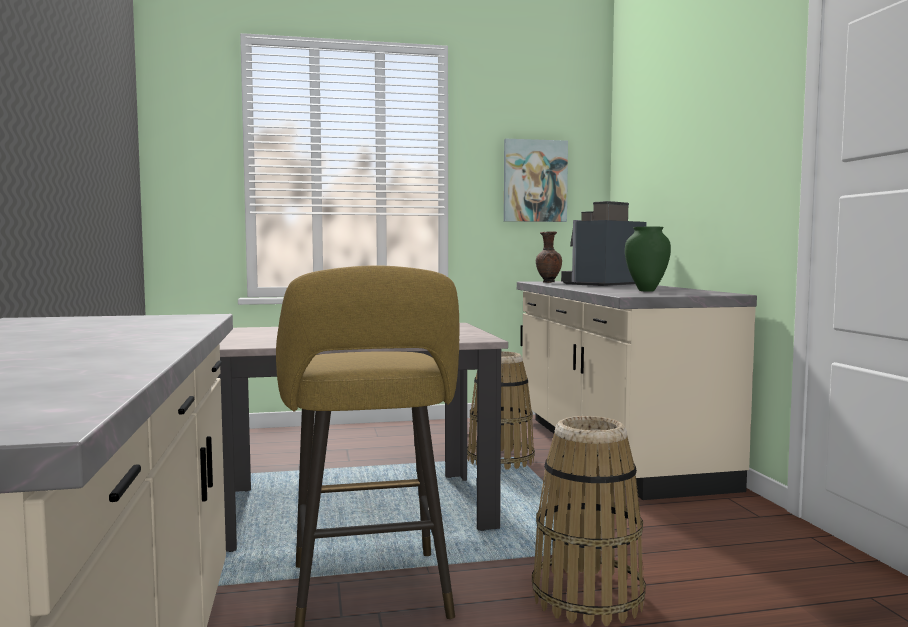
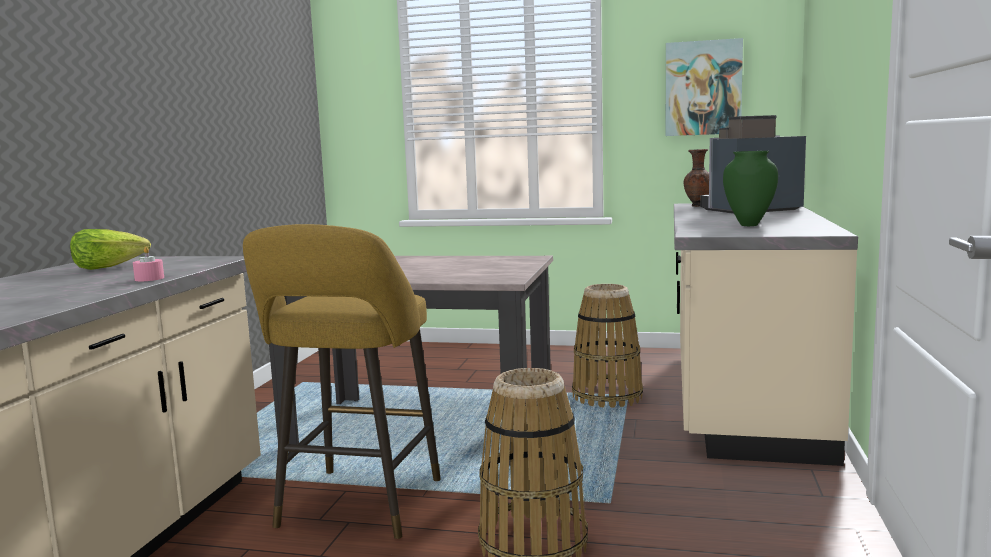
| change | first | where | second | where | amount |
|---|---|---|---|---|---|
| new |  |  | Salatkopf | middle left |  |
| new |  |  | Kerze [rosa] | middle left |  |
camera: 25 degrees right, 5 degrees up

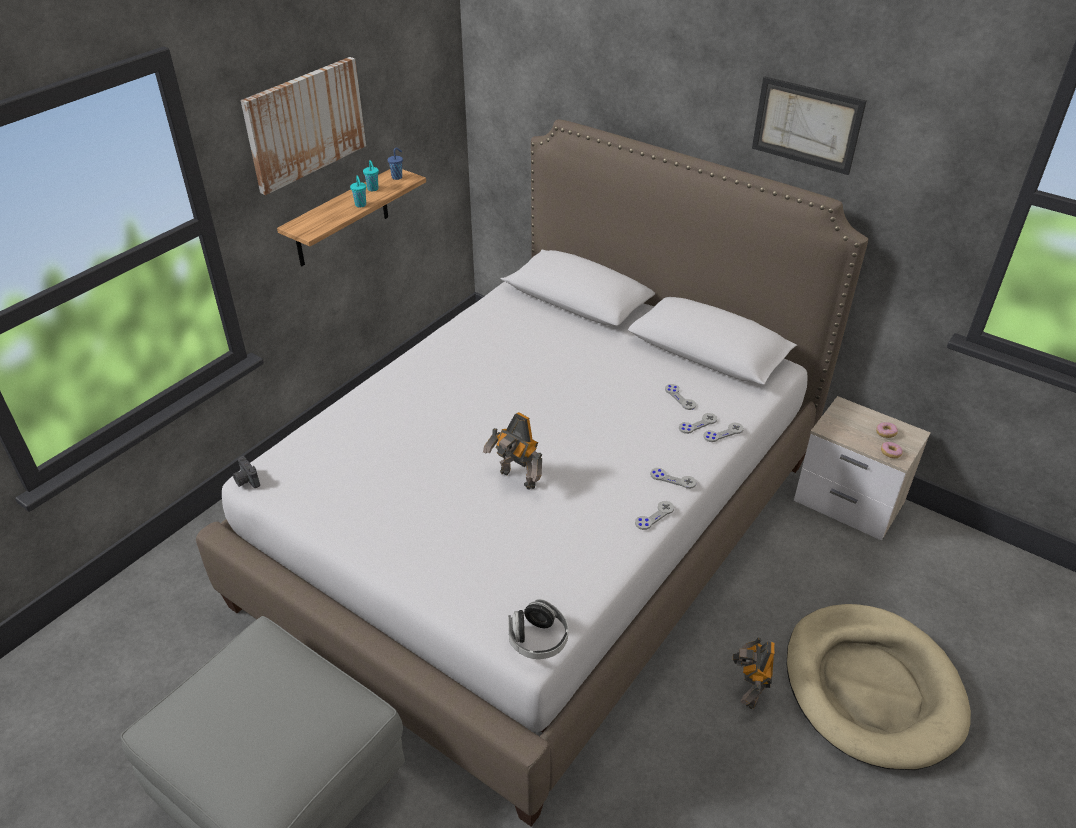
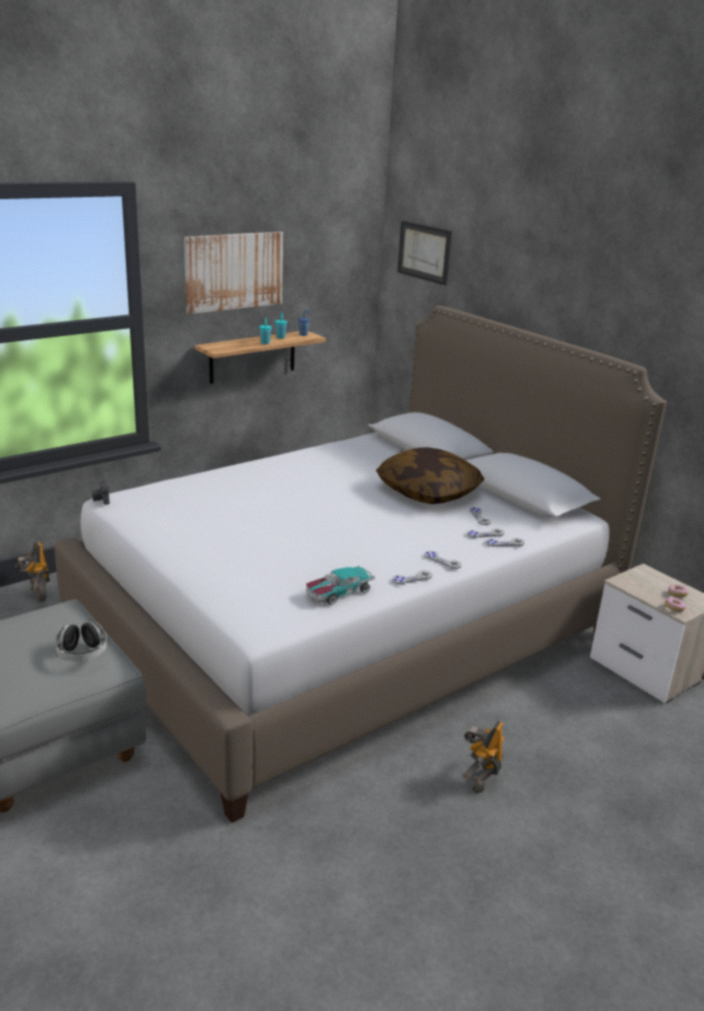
| change | first | where | second | where | amount |
|---|---|---|---|---|---|
| shifted | Spielzeugroboter (no. 1 from left) | centre |  | middle left |  |
| shifted | Kopfhörer | bottom centre |  | middle left |  |
| shifted | Bild (no. 2 from left) | top right |  | top centre |  |
| gone | Hundebett [beige] | bottom right |  |  |  |
| new |  |  | Spielzeugauto | centre |  |
| new |  |  | Kissen | centre |  |
camera: 15 degrees right, 15 degrees down

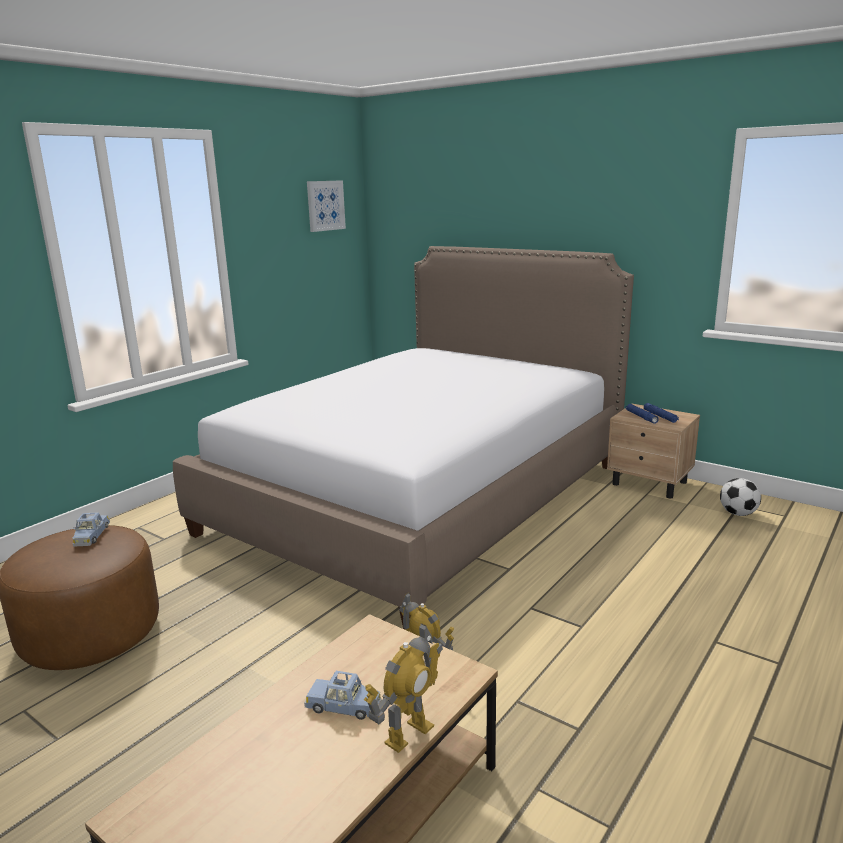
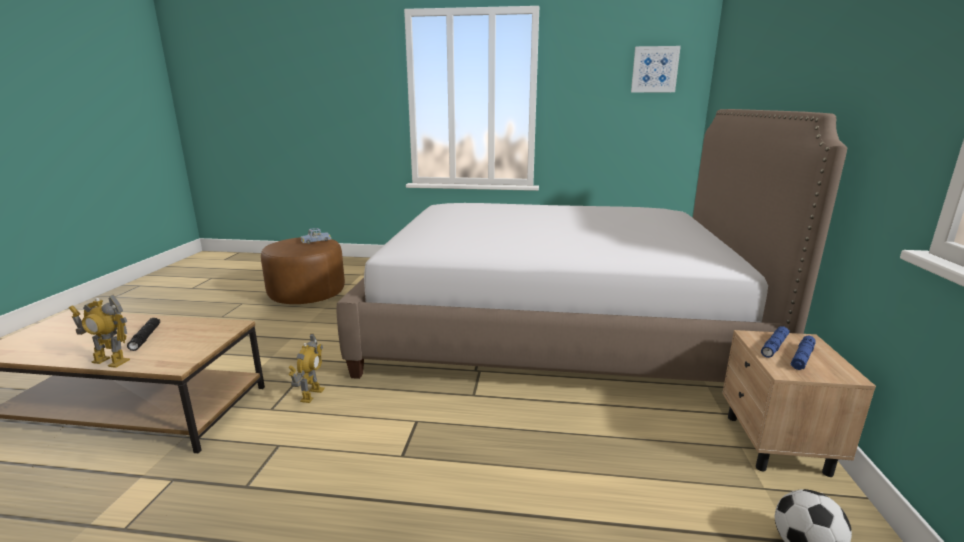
| change | first | where | second | where | amount |
|---|---|---|---|---|---|
| swapped | Spielzeugauto [blau] (no. 2 from left) | bottom centre | Taschenlampe [schwarz] | middle left |  |
camera: 60 degrees right, 0 degrees up

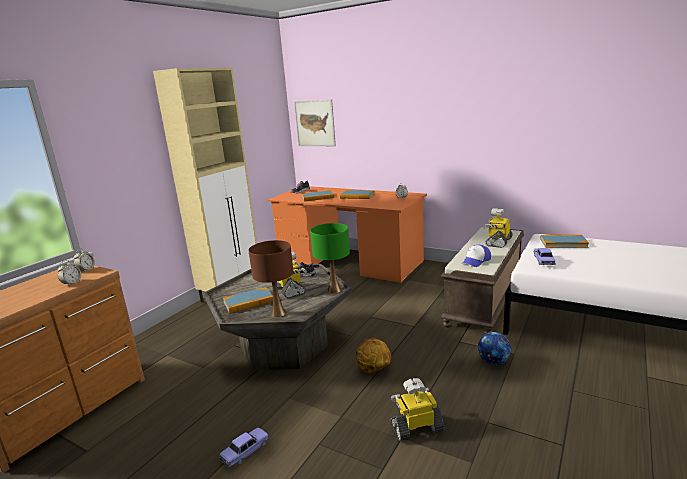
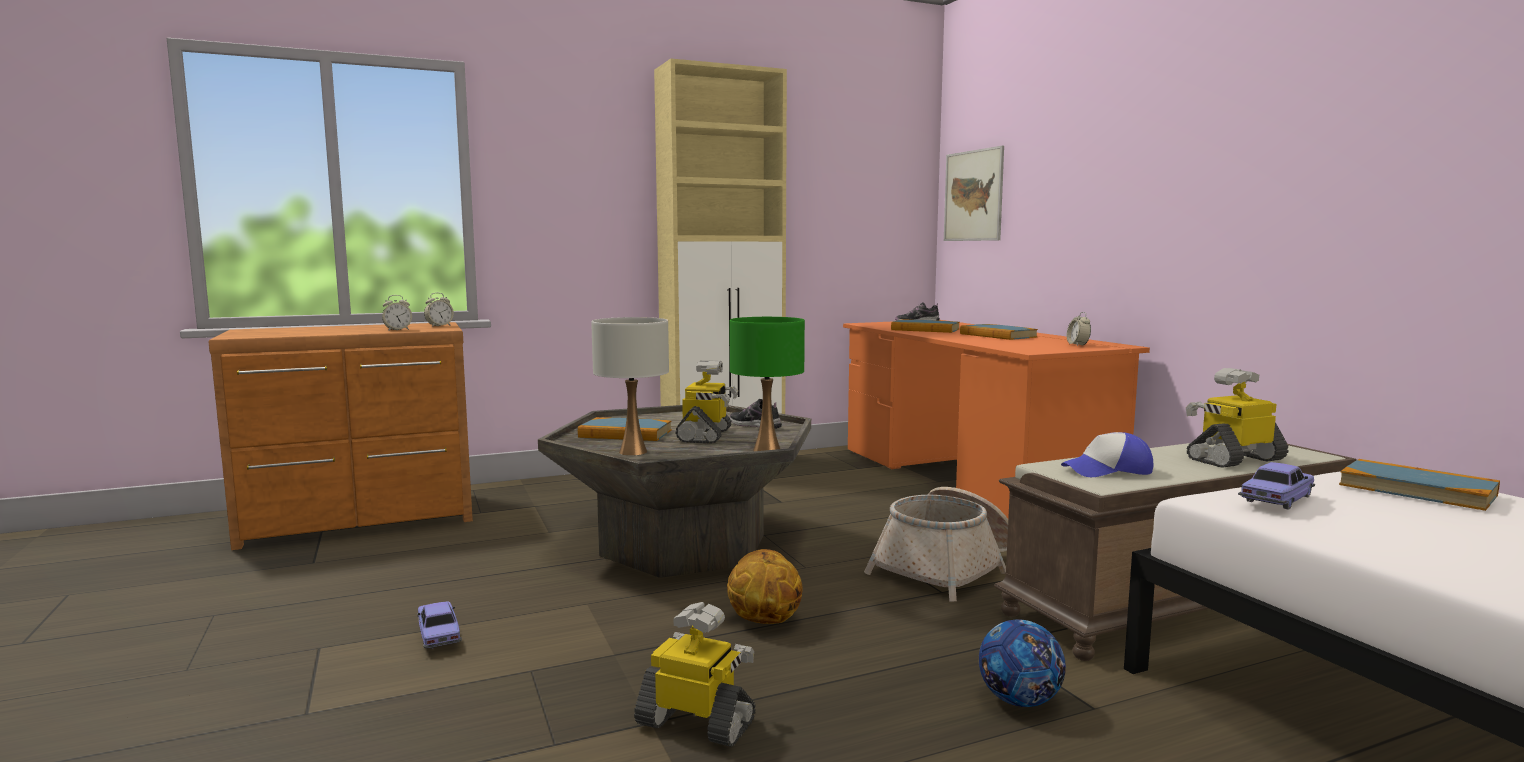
| change | first | where | second | where | amount |
|---|---|---|---|---|---|
| rotated | Spielzeugauto (no. 1 from left) | bottom centre |  | bottom left | 105 degrees counterclockwise |
| repainted | Tischlampe [braun] | centre | Tischlampe [weiß] | centre |  |
| new |  |  | Korb | bottom centre |  |
camera: 35 degrees right, 10 degrees down

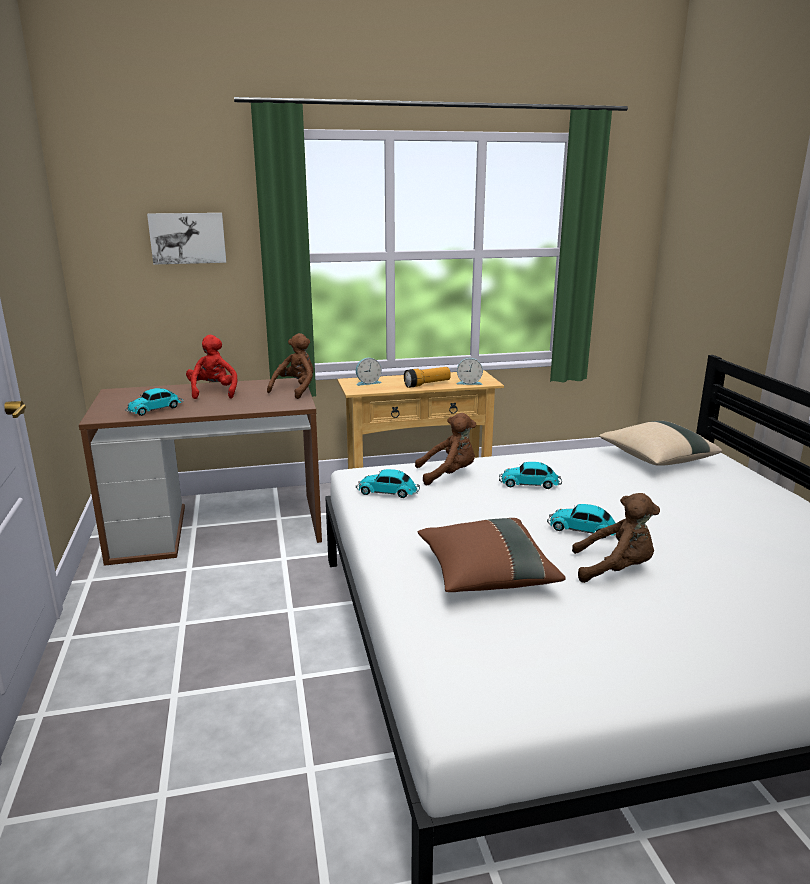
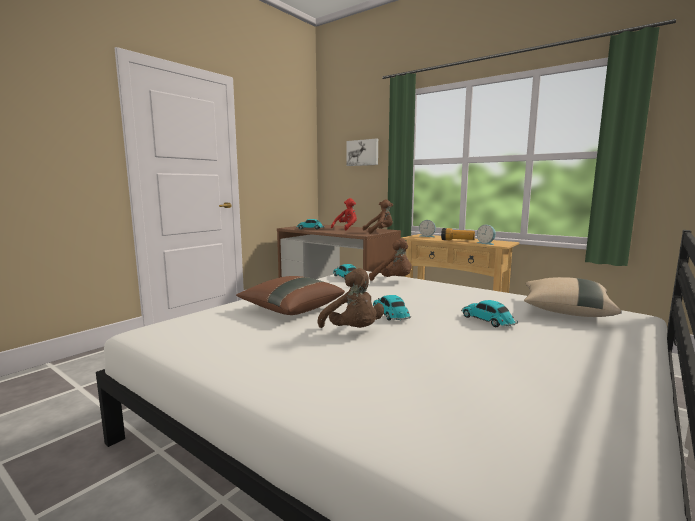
| change | first | where | second | where | amount |
|---|---|---|---|---|---|
| shifted | Spielzeugauto (no. 3 from left in the first image) | centre | Spielzeugauto (no. 4 from left) | middle right |  |
camera: 50 degrees right, 10 degrees down

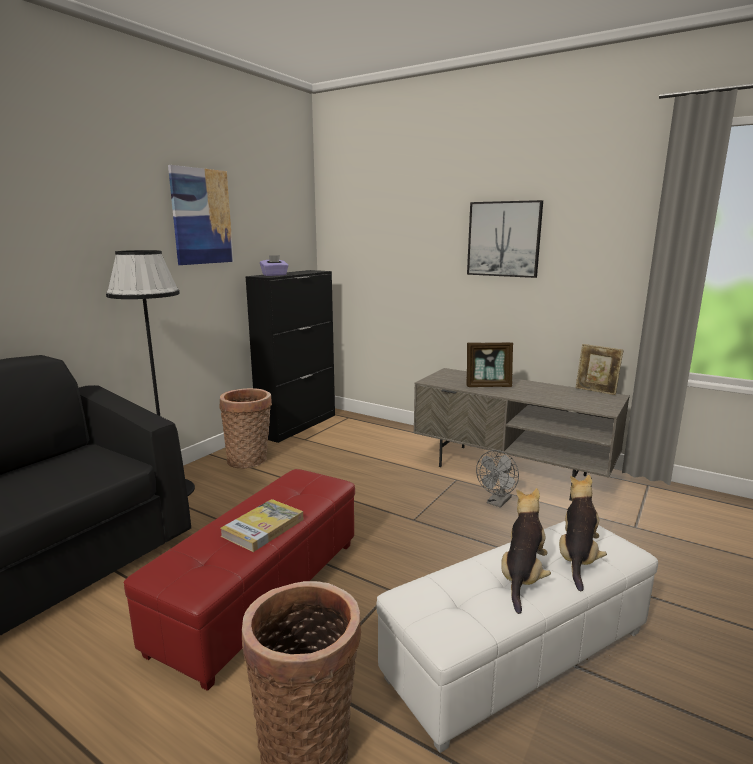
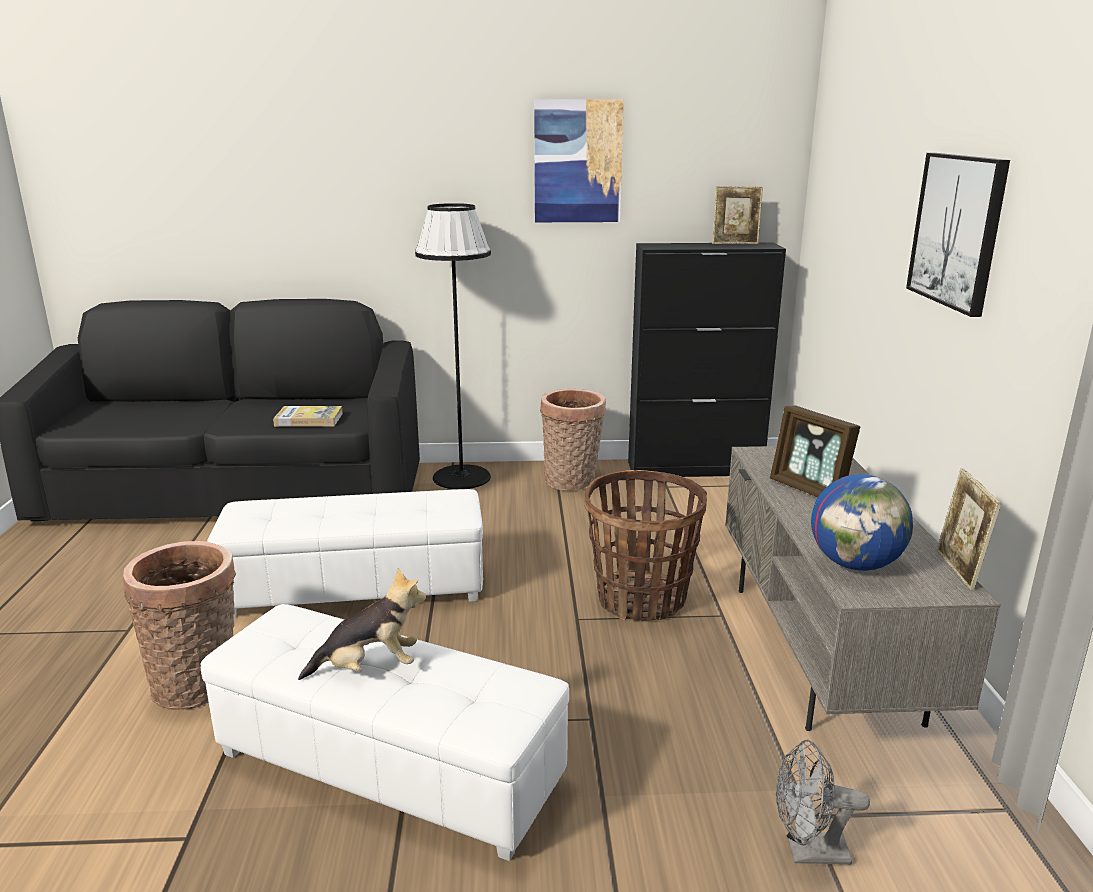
| change | first | where | second | where | amount |
|---|---|---|---|---|---|
| repainted | Polsterhocker [rot] | bottom left | Polsterhocker [weiß] (no. 1 from left) | middle left |  |
| shifted | Buch | bottom centre |  | middle left |  |
| gone | Taschentuchbox [lila] | centre |  |  |  |
| shifted | Ventilator [grau] | centre |  | bottom right |  |
| gone | Plüschtier (no. 2 from left) | bottom right |  |  |  |
| new |  |  | Korb (no. 3 from left) | centre |  |
| new |  |  | Bilderrahmen (no. 1 from left) | top right |  |
| new |  |  | Globus | middle right |  |
camera: 55 degrees right, 5 degrees up

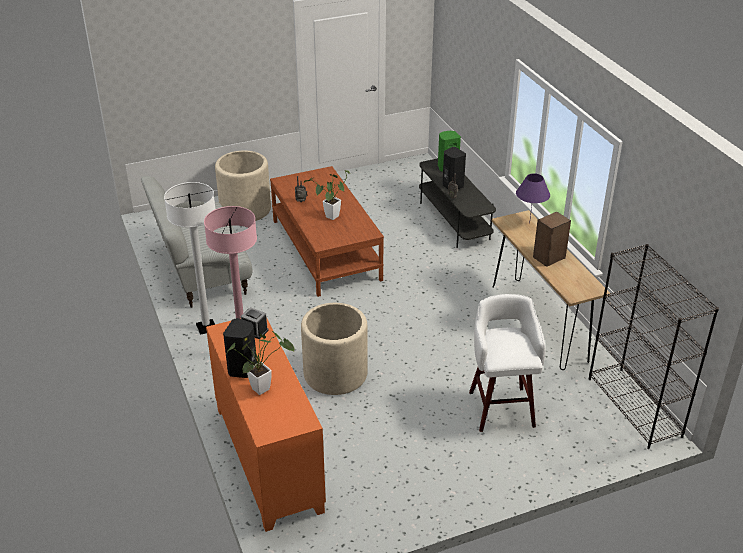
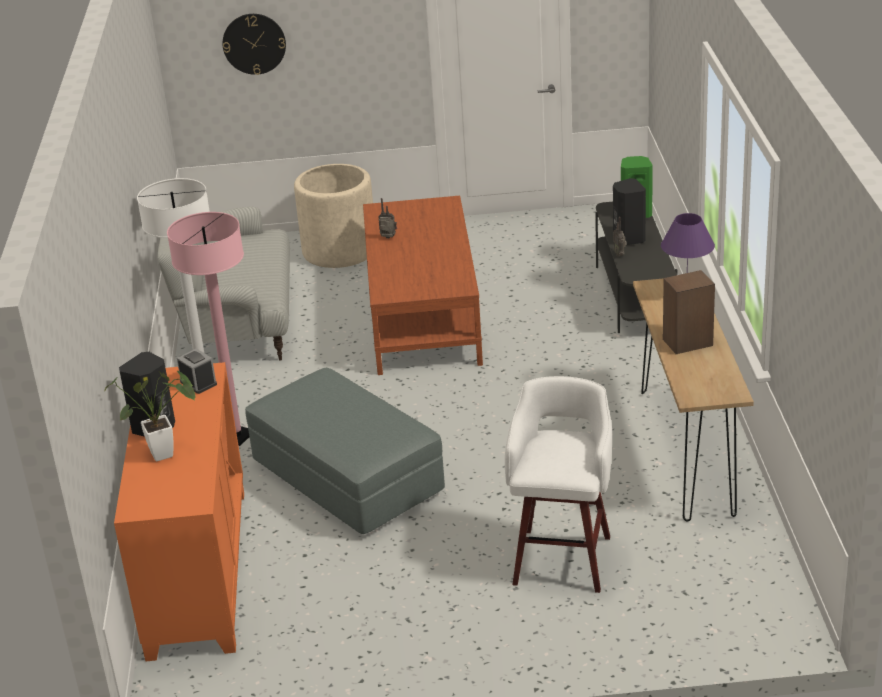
| change | first | where | second | where | amount |
|---|---|---|---|---|---|
| swapped | Pflanzkübel [beige] (no. 2 from left) | centre | Polsterhocker [grau] | centre |  |
| gone | Topfpflanze (no. 2 from left) | centre |  |  |  |
| gone | Bücherregal [schwarz] | middle right |  |  |  |
| new |  |  | Wanduhr | top left |  |
camera: 20 degrees right, 5 degrees down

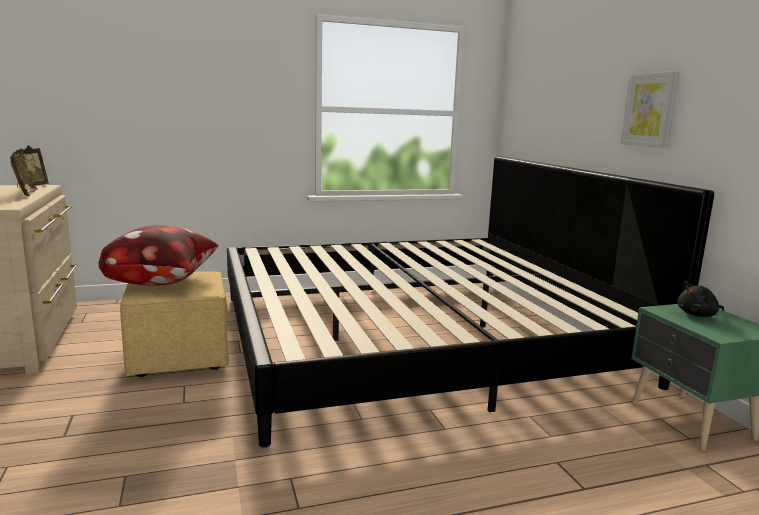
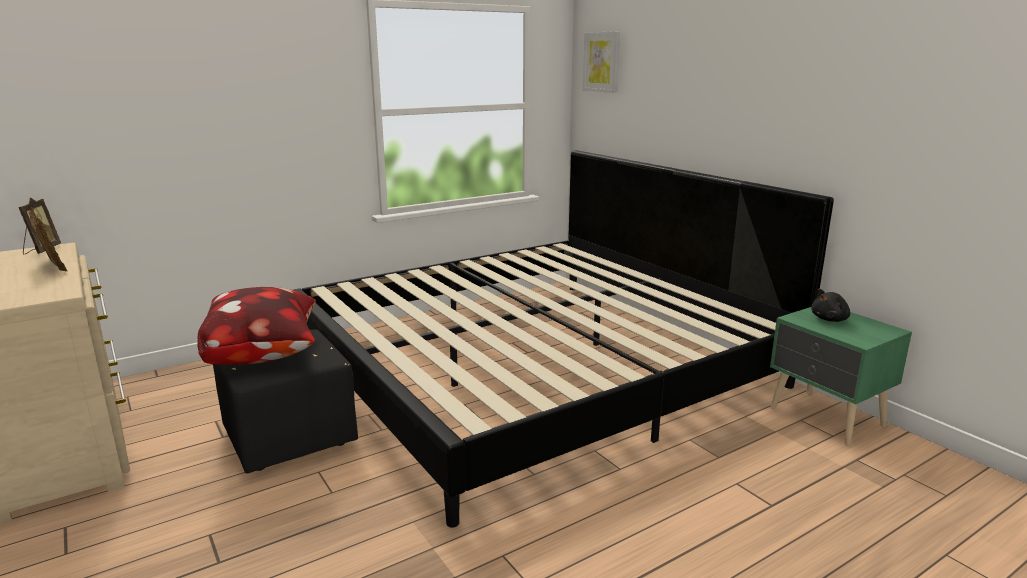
| change | first | where | second | where | amount |
|---|---|---|---|---|---|
| repainted | Polsterhocker [gelb] | middle left | Polsterhocker [schwarz] | bottom left |  |
| shifted | Bild | top right |  | top centre |  |
camera: 15 degrees left, 5 degrees up

